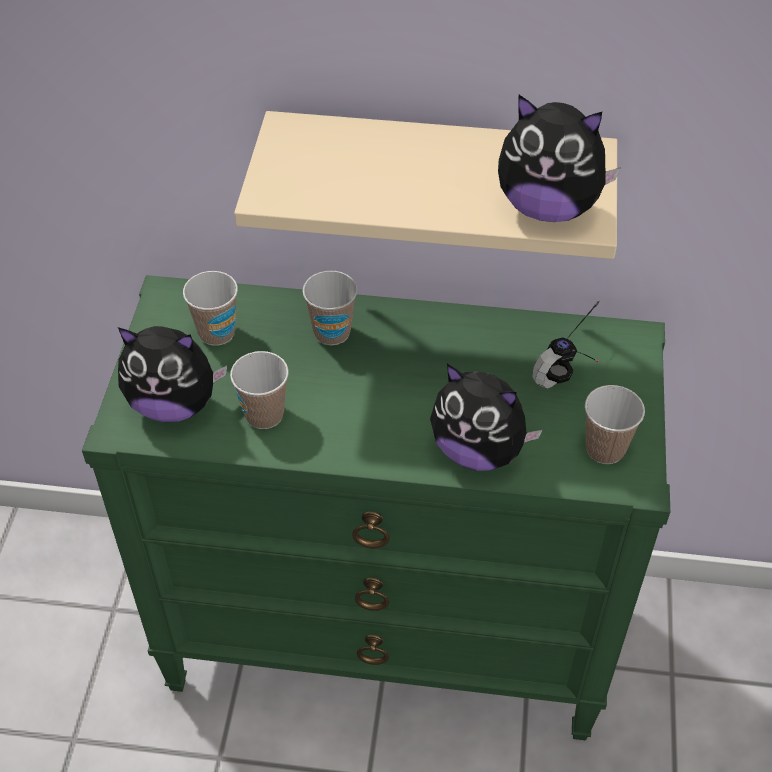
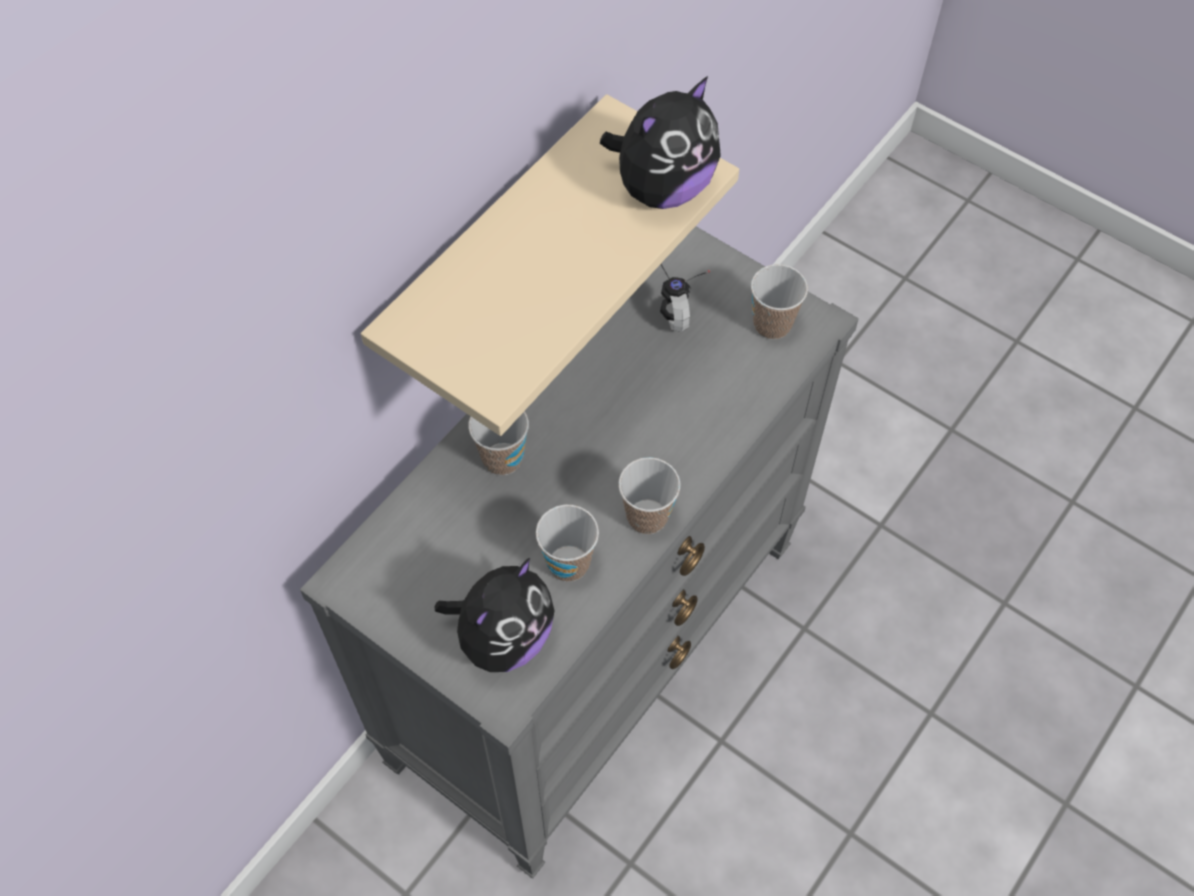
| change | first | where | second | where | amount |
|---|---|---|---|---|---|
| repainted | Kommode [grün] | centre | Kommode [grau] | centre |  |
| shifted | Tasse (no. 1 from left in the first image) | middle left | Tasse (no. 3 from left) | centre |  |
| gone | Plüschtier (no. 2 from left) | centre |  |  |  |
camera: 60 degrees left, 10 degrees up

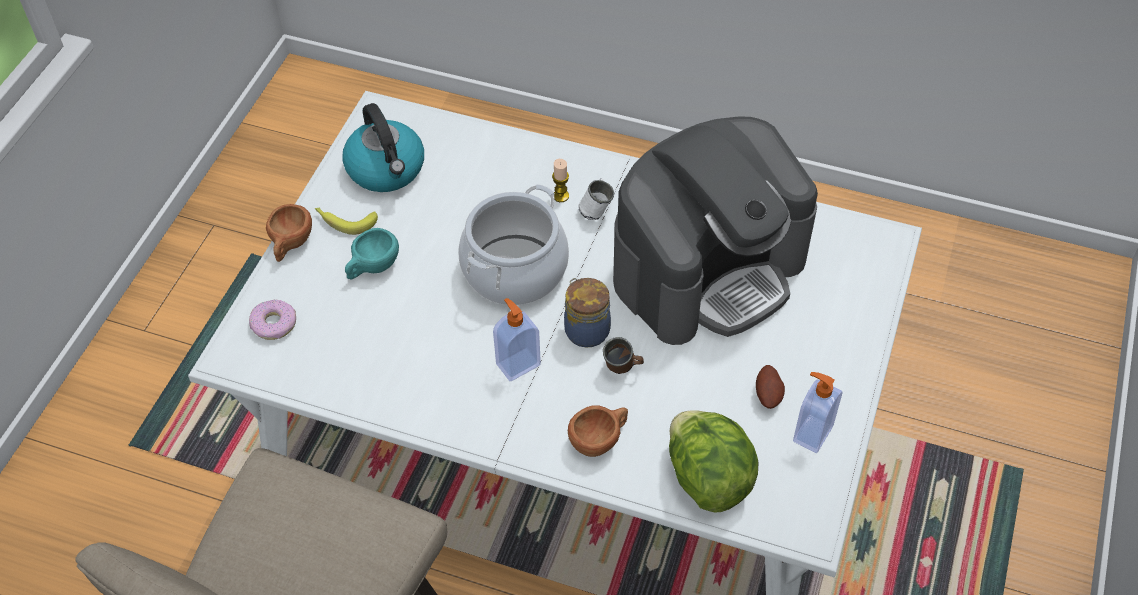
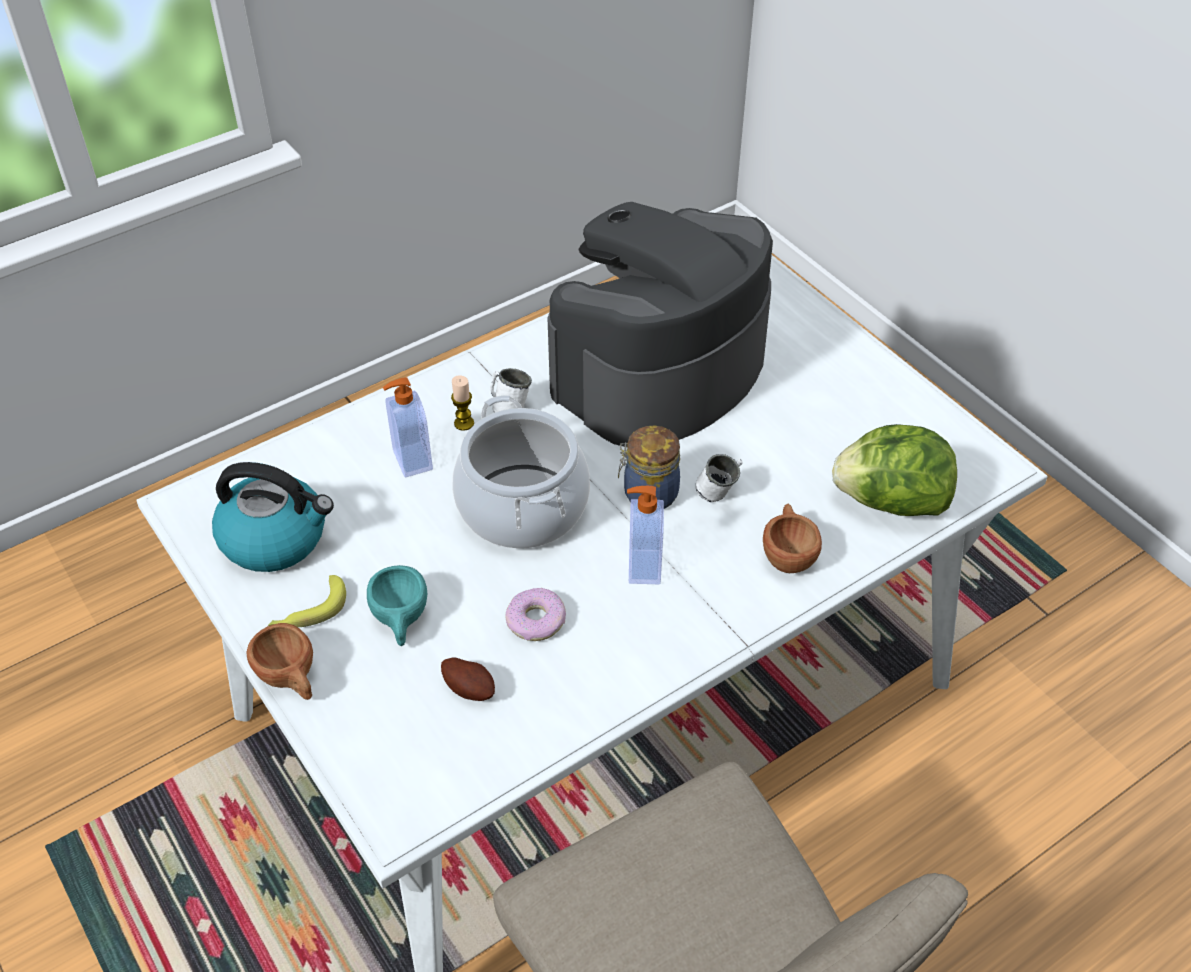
| change | first | where | second | where | amount |
|---|---|---|---|---|---|
| shifted | Donut | middle left |  | centre |  |
| repainted | Henkelbecher [braun] | centre | Henkelbecher [weiß] (no. 2 from left) | centre |  |
| rotated | Kaffeemaschine | centre |  | centre | 135 degrees counterclockwise |
| shifted | Kartoffel | middle right |  | bottom centre |  |
| shifted | Seifenspender (no. 2 from left in the first image) | bottom right | Seifenspender (no. 1 from left) | centre |  |
camera: 55 degrees left, 5 degrees down

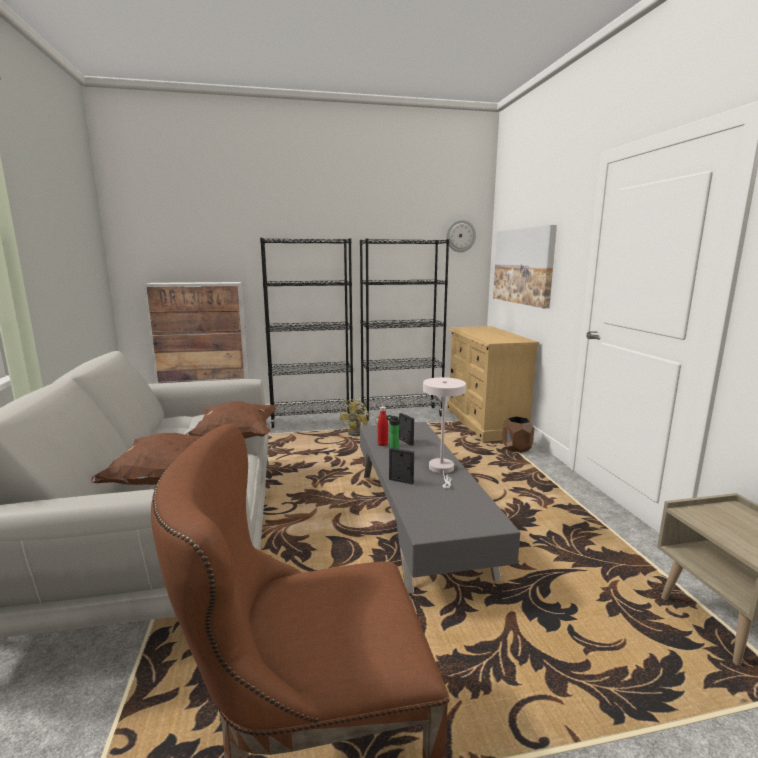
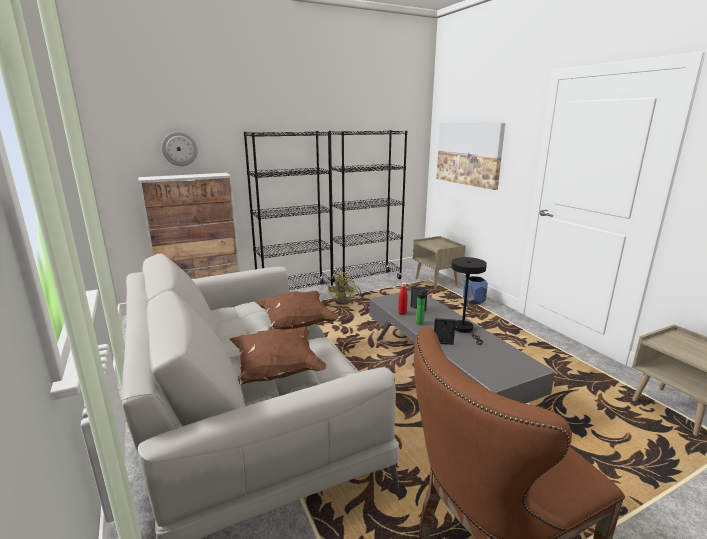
| change | first | where | second | where | amount |
|---|---|---|---|---|---|
| repainted | Tischlampe [weiß] | centre | Tischlampe [schwarz] | centre |  |
| shifted | Wanduhr | top centre |  | top left |  |
| swapped | Kommode [beige] | centre | Nachttisch [beige] (no. 1 from left) | centre |  |
| repainted | Pflanzkübel [braun] | middle right | Pflanzkübel [blau] | middle right |  |
camera: 15 degrees left, 5 degrees up

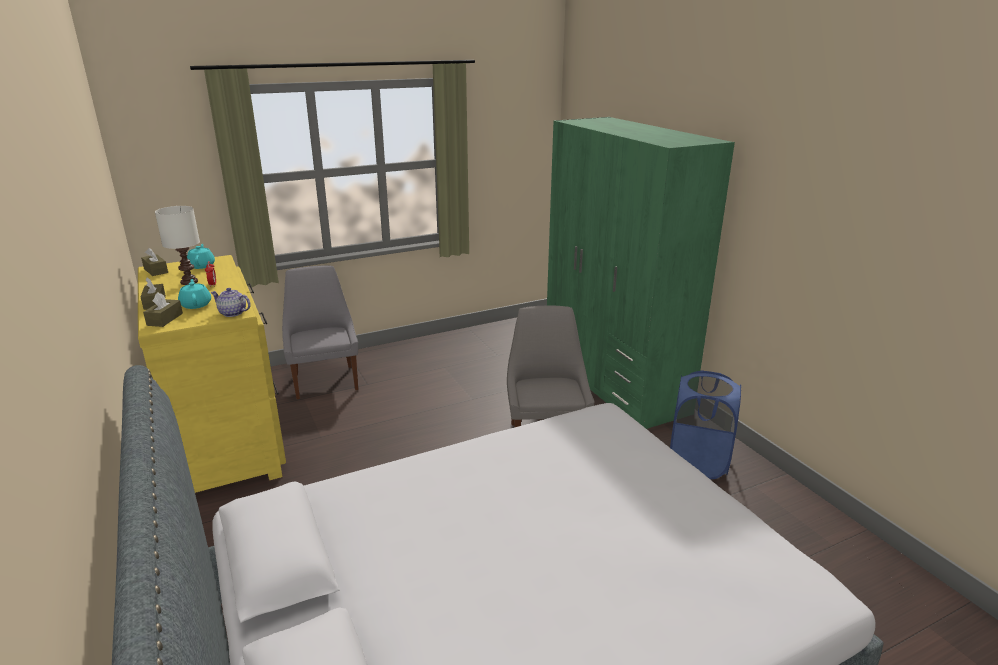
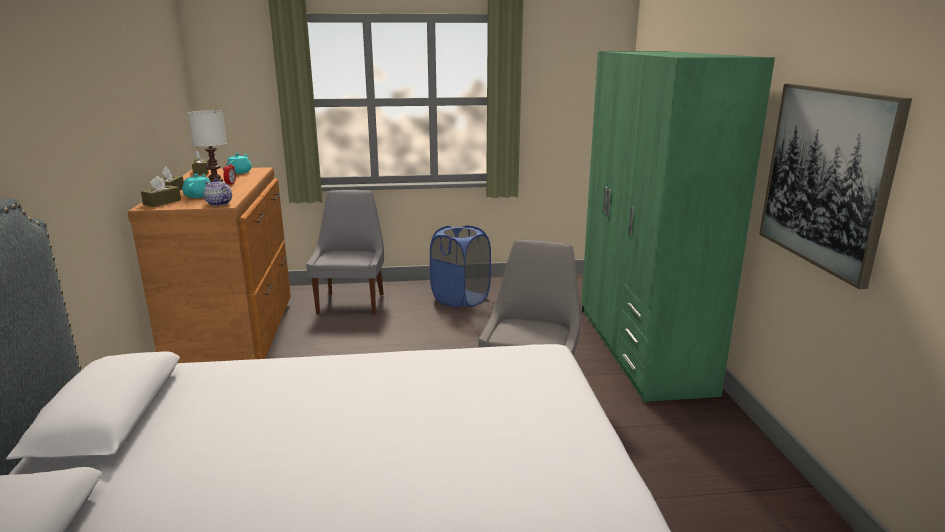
| change | first | where | second | where | amount |
|---|---|---|---|---|---|
| repainted | Kommode [gelb] | middle left | Kommode [braun] | middle left |  |
| shifted | Wäschekorb [blau] | middle right |  | centre |  |
| new |  |  | Bild | middle right |  |
camera: 20 degrees right, 5 degrees down

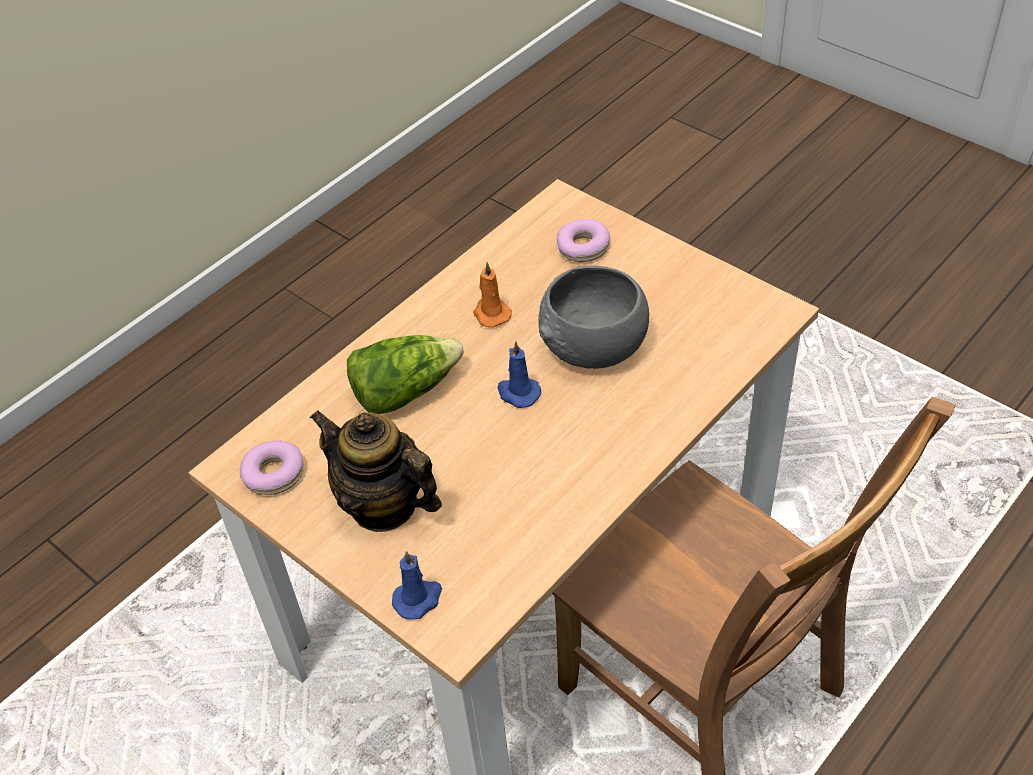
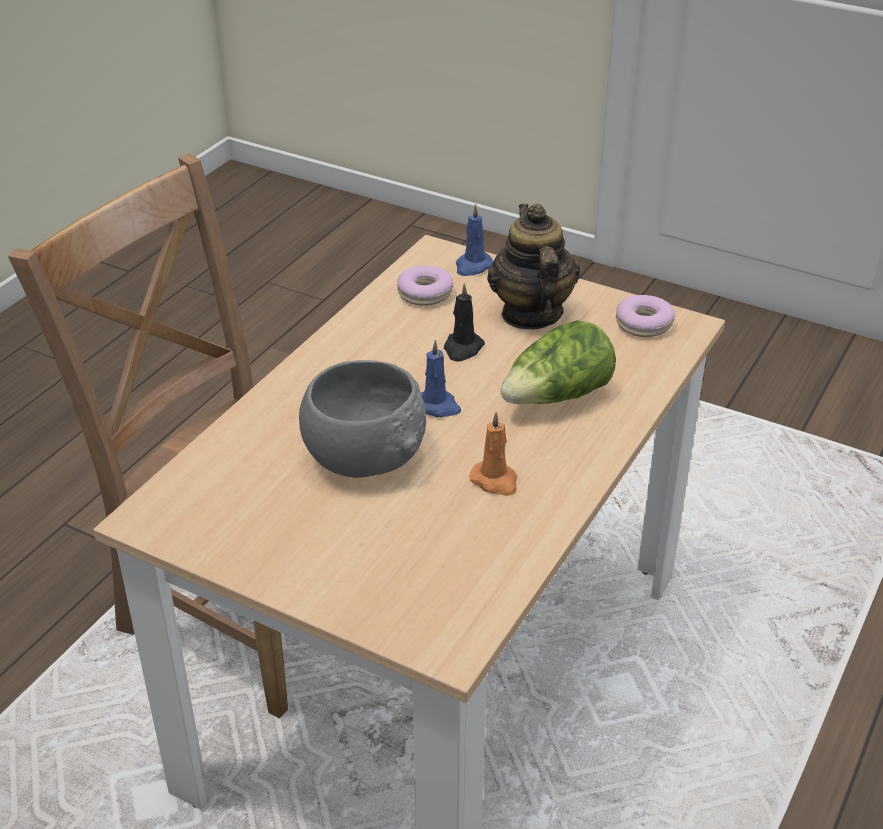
| change | first | where | second | where | amount |
|---|---|---|---|---|---|
| rotated | Teekanne | centre |  | top centre | 120 degrees counterclockwise |
| shifted | Donut (no. 2 from left in the first image) | top centre | Donut (no. 1 from left) | centre |  |
| new |  |  | Kerze [schwarz] | centre |  |
camera: 165 degrees right, 10 degrees down

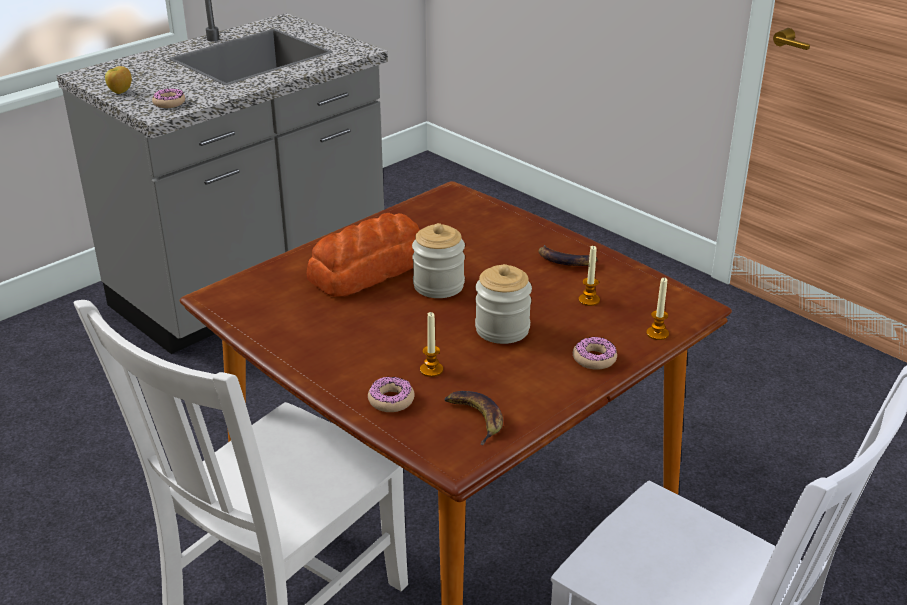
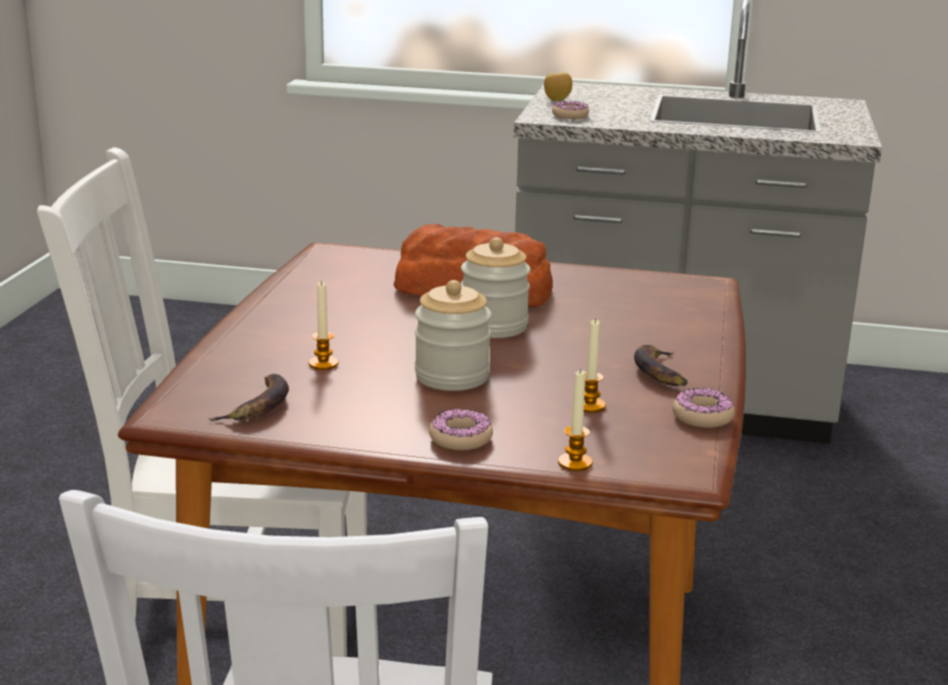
| change | first | where | second | where | amount |
|---|---|---|---|---|---|
| shifted | Donut (no. 2 from left in the first image) | centre | Donut (no. 3 from left) | middle right |  |
camera: 55 degrees right, 10 degrees down

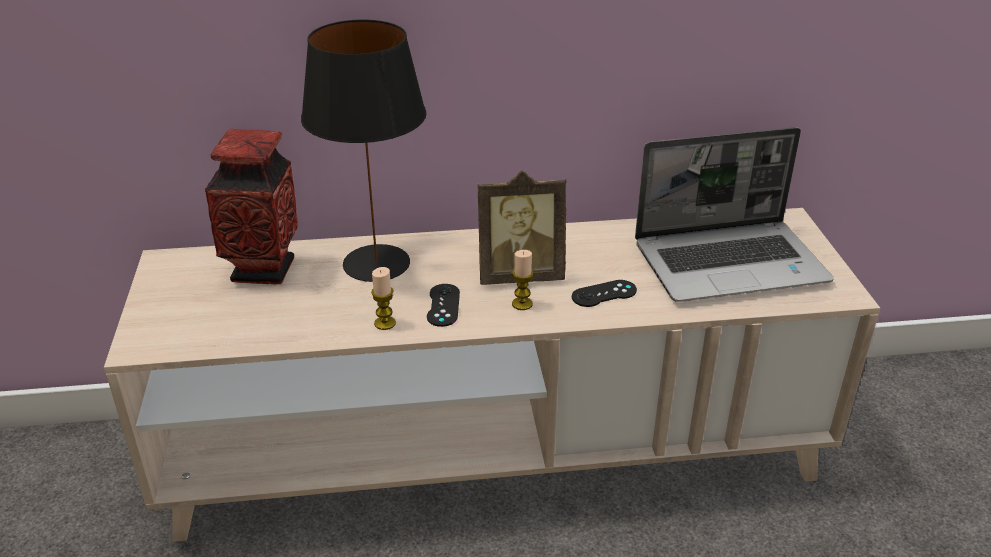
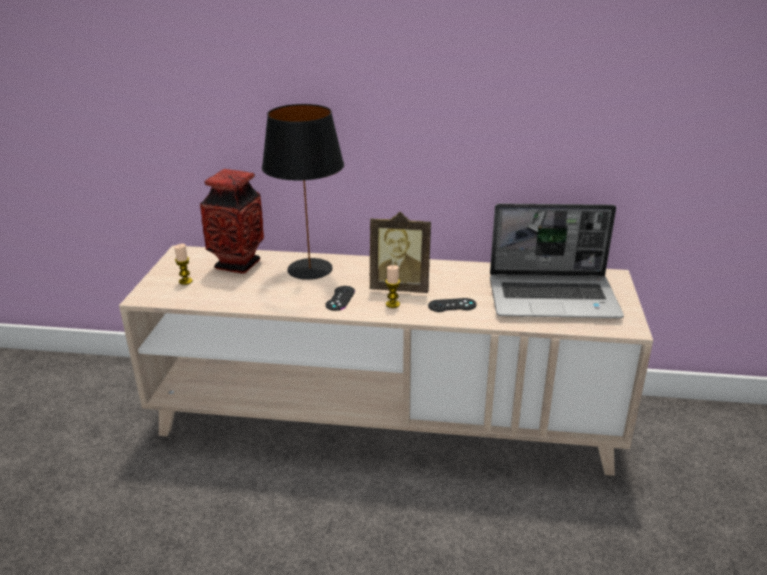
| change | first | where | second | where | amount |
|---|---|---|---|---|---|
| shifted | Kerze (no. 1 from left) | centre |  | middle left |  |
camera: 15 degrees right, 5 degrees down

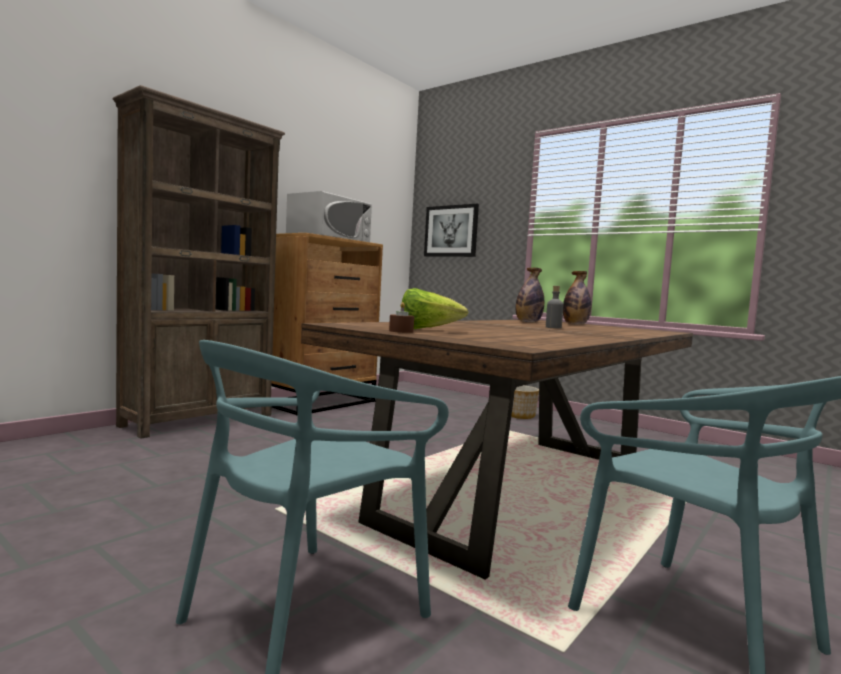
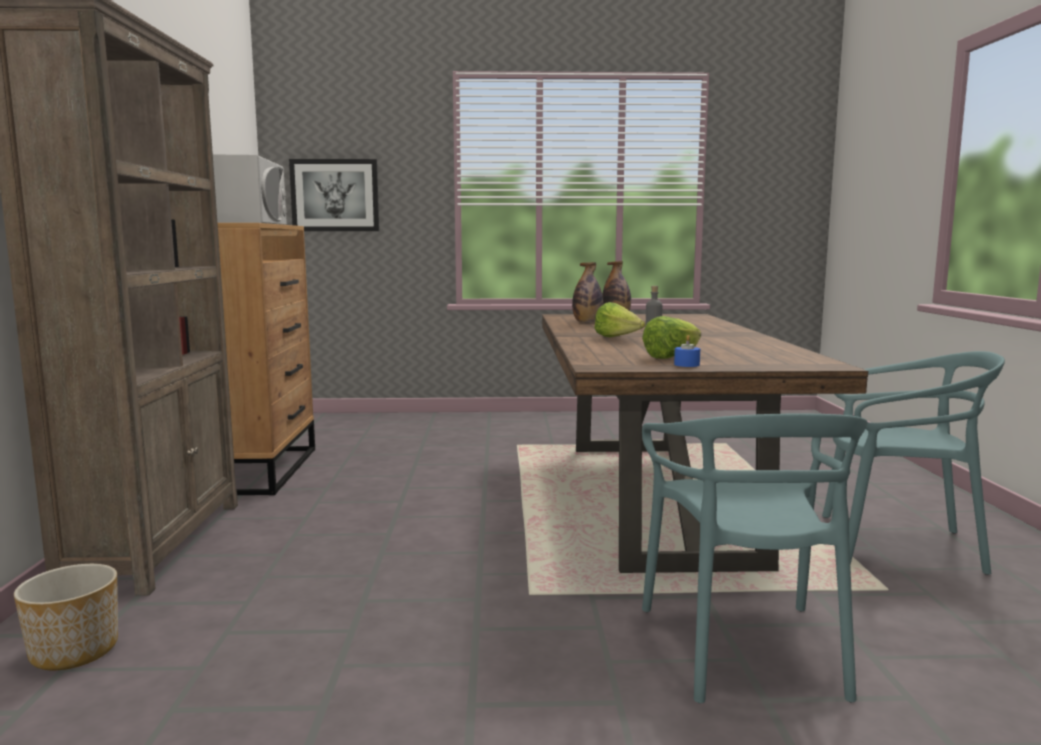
| change | first | where | second | where | amount |
|---|---|---|---|---|---|
| repainted | Kerze [braun] | centre | Kerze [blau] | centre |  |
| shifted | Pflanzkübel | centre |  | bottom left |  |
| new |  |  | Salatkopf (no. 1 from left) | centre |  |
camera: 40 degrees left, 5 degrees up

